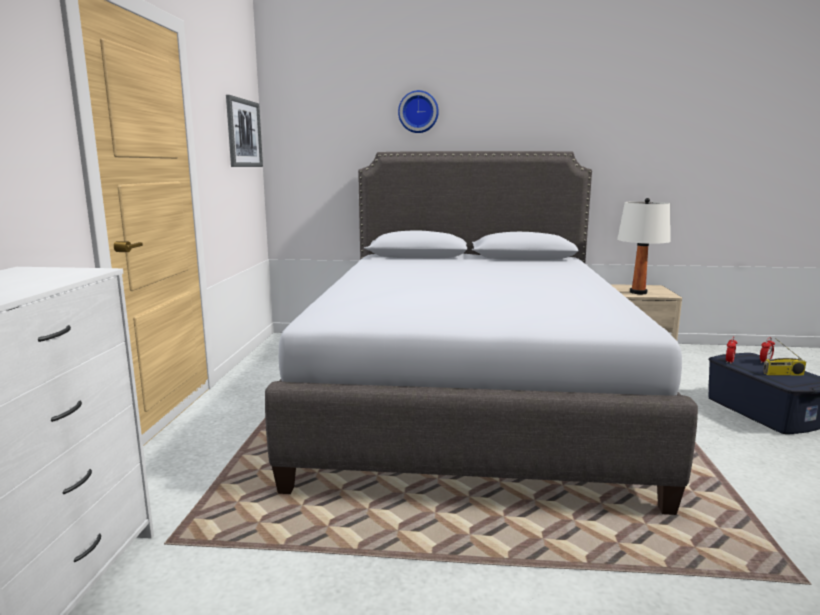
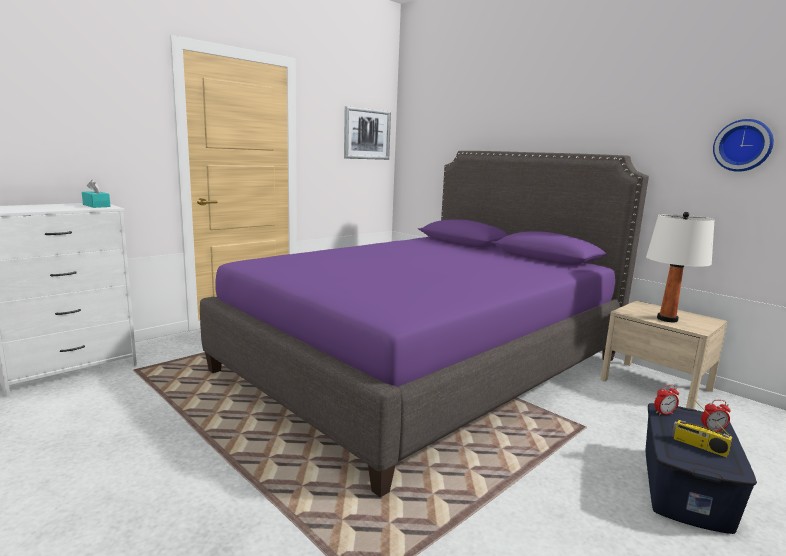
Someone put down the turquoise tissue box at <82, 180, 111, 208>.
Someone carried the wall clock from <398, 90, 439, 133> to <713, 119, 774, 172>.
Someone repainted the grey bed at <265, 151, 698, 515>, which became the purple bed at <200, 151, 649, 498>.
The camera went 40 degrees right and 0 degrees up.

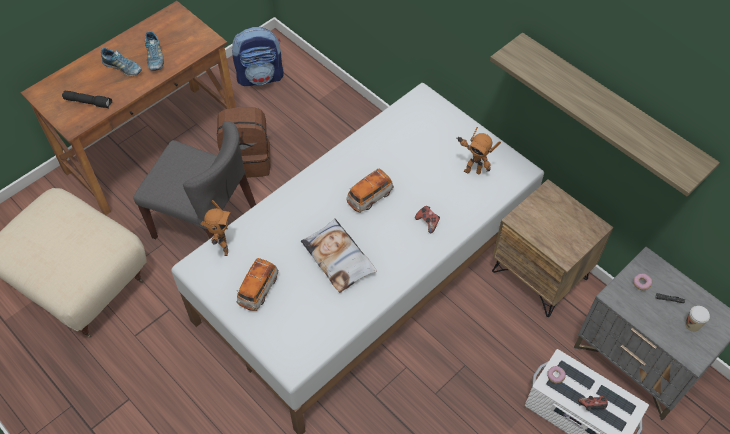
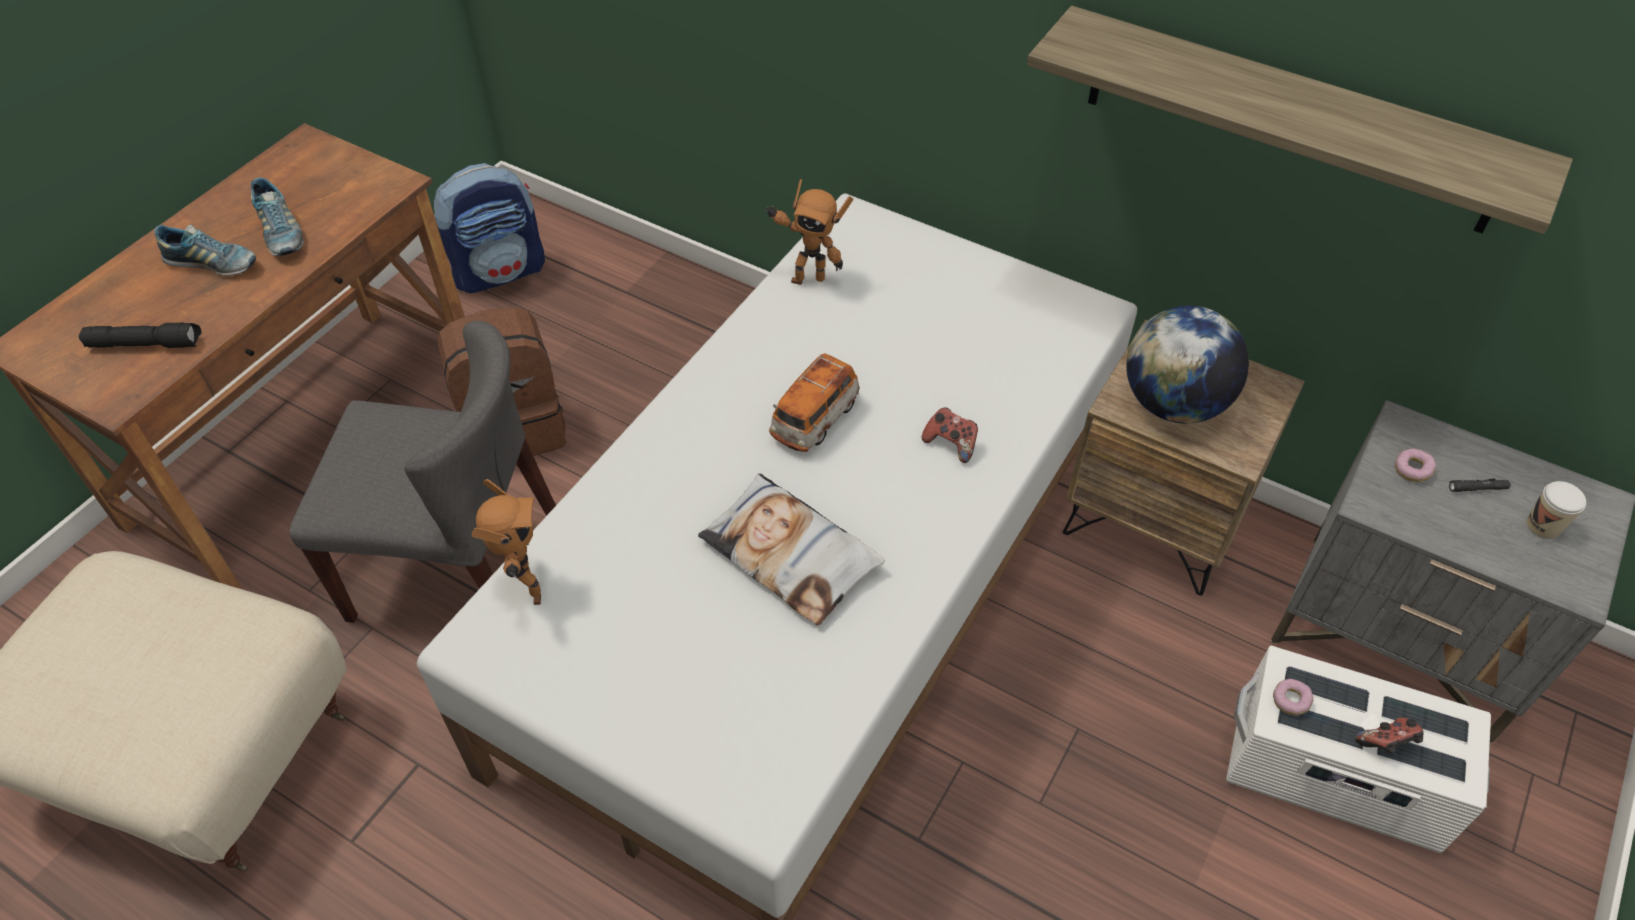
Someone took away the toy car at <237, 258, 278, 311>.
Someone put down the globe at <1126, 306, 1249, 423>.
Someone carried the toy robot from <457, 127, 501, 174> to <764, 179, 853, 285>.
The camera went 15 degrees left and 5 degrees down.

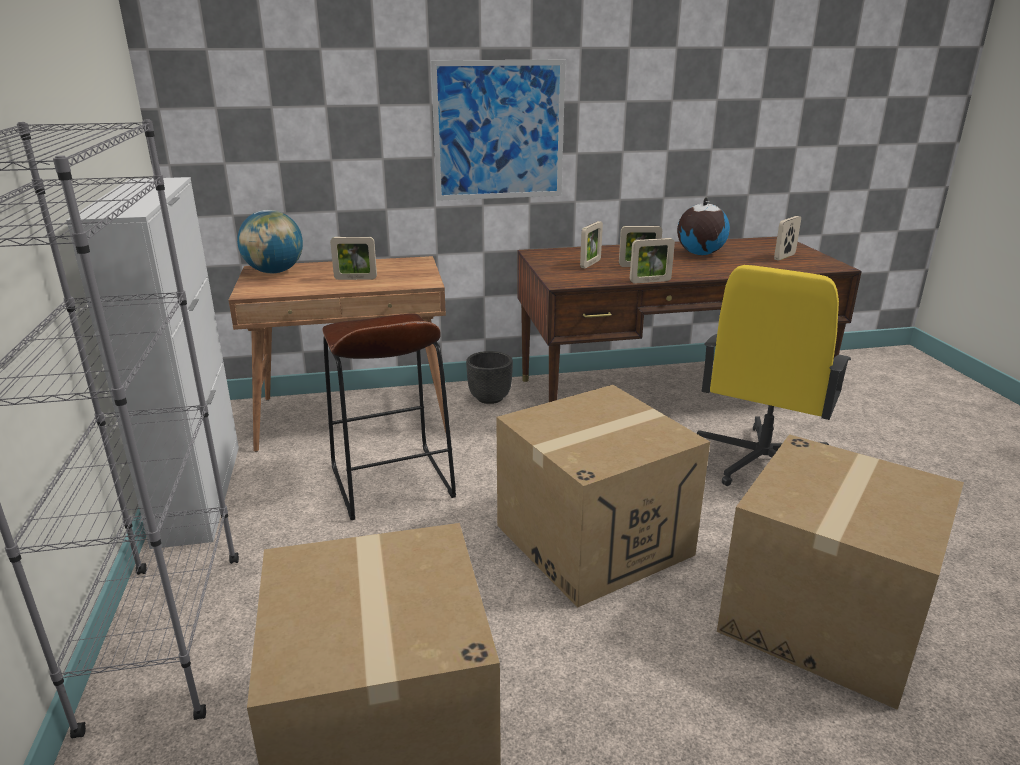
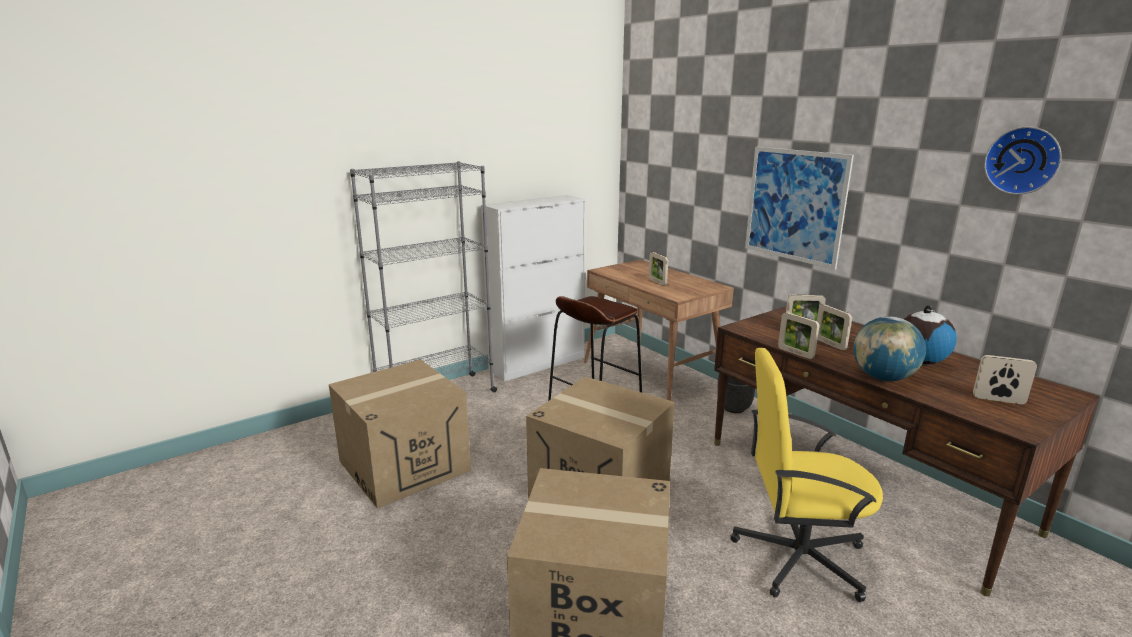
Someone put up the wall clock at <984, 127, 1062, 195>.
Someone carried the globe from <237, 210, 303, 273> to <853, 316, 926, 381>.
The camera went 65 degrees right and 5 degrees down.

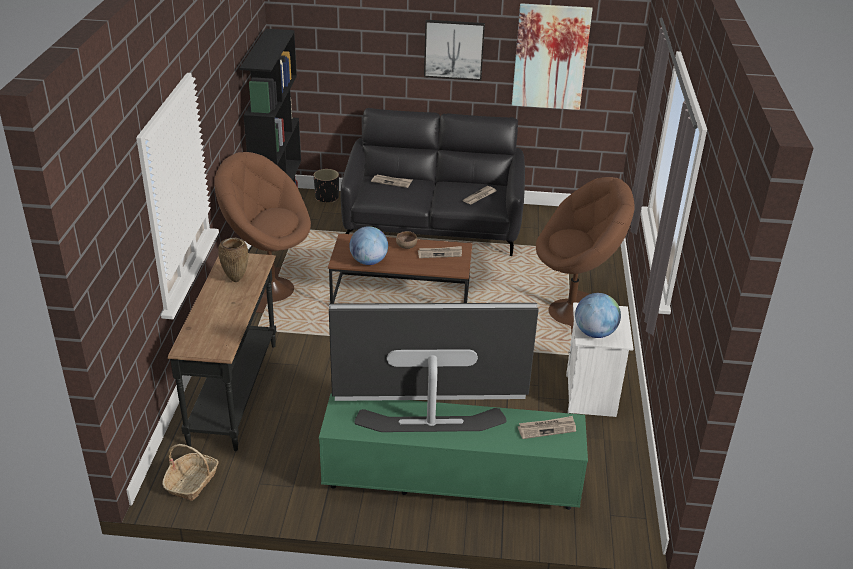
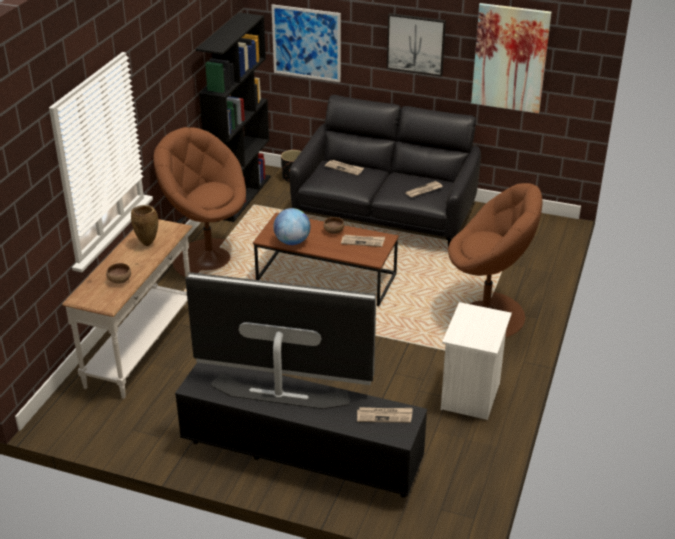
Someone took away the basket at <162, 444, 219, 501>.
Someone took away the globe at <575, 293, 621, 338>.
Someone put down the brown bowl at <106, 263, 131, 284>.
Someone put up the picture at <271, 4, 341, 82>.
Someone repainted the black console table at <168, 253, 276, 451>, which became the white console table at <62, 219, 193, 399>.
Someone repainted the green tv stand at <319, 394, 588, 510>, which became the black tv stand at <175, 363, 427, 498>.
The camera went 15 degrees right and 0 degrees up.

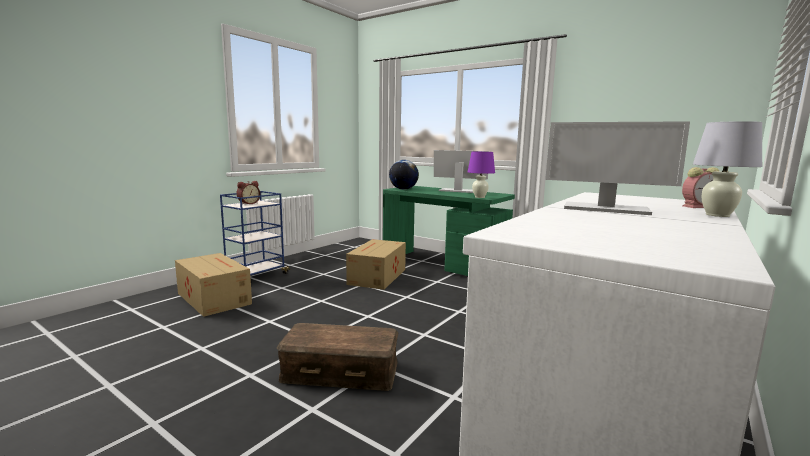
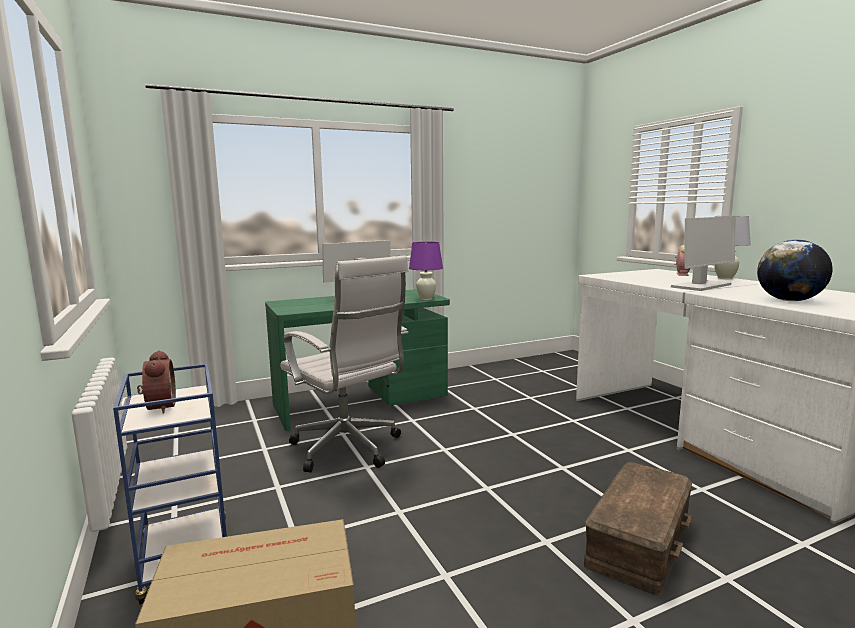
Someone carried the globe from <389, 160, 419, 190> to <757, 240, 833, 301>.
Someone swapped the cardboard box at <346, 239, 406, 290> for the white office chair at <280, 255, 408, 473>.
The camera went 60 degrees left and 0 degrees up.

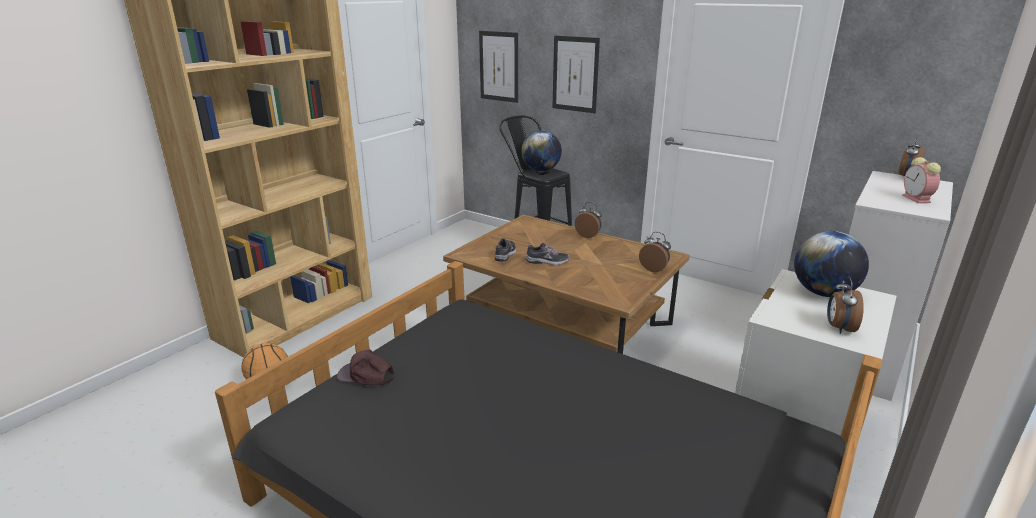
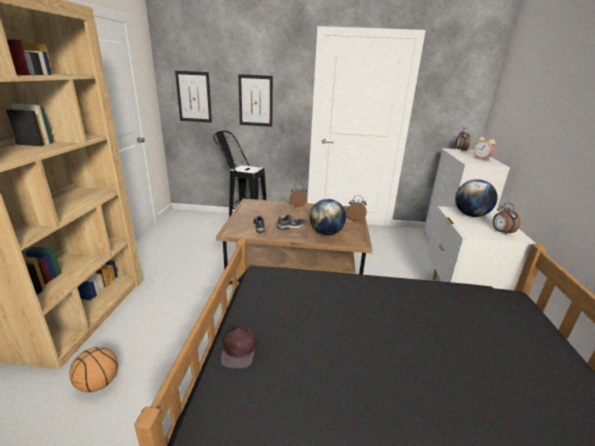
Someone carried the globe from <521, 130, 562, 172> to <310, 199, 346, 235>.
Someone rotated the brown cap at <337, 349, 394, 385> by 75 degrees counterclockwise.
The camera went 30 degrees left and 0 degrees up.

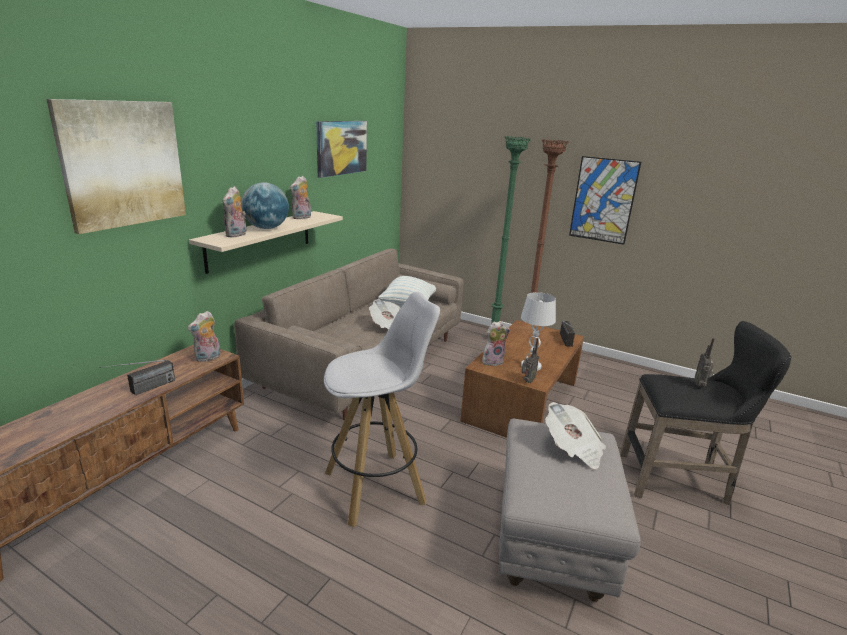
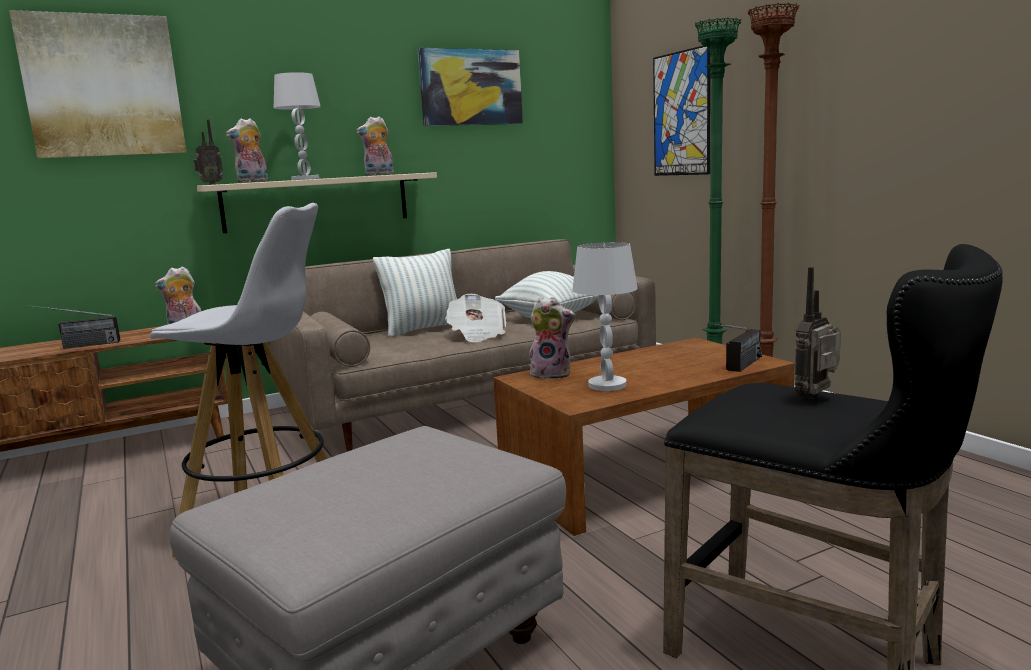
Someone took away the newspaper at <545, 402, 606, 469>.
Someone put down the pillow at <373, 249, 457, 338>.
Someone carried the radio from <522, 338, 539, 383> to <193, 120, 223, 184>.
Someone carried the picture from <569, 156, 641, 245> to <653, 45, 711, 176>.
Someone swapped the globe at <241, 182, 289, 229> for the white table lamp at <274, 72, 321, 180>.
The camera went 35 degrees right and 10 degrees down.

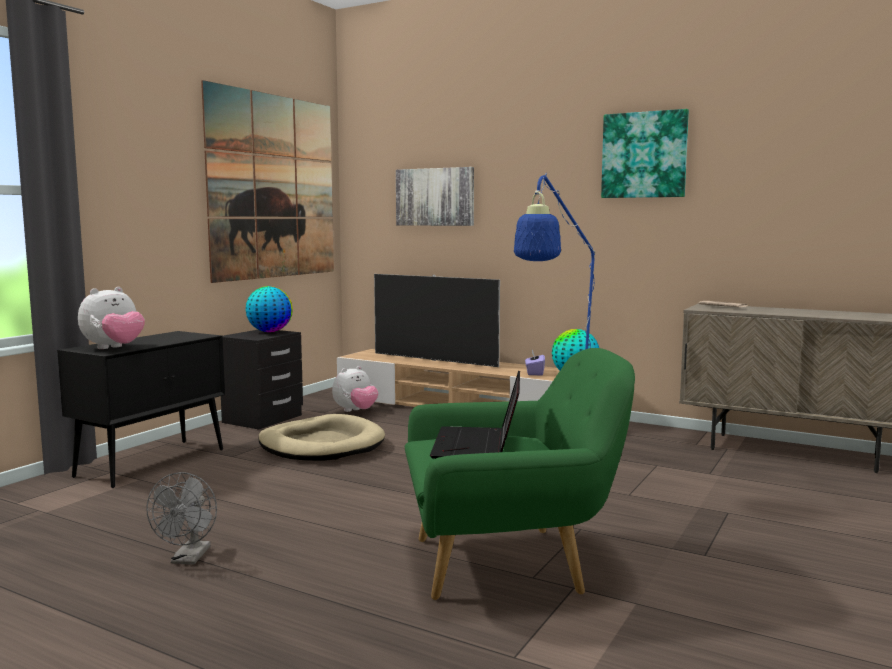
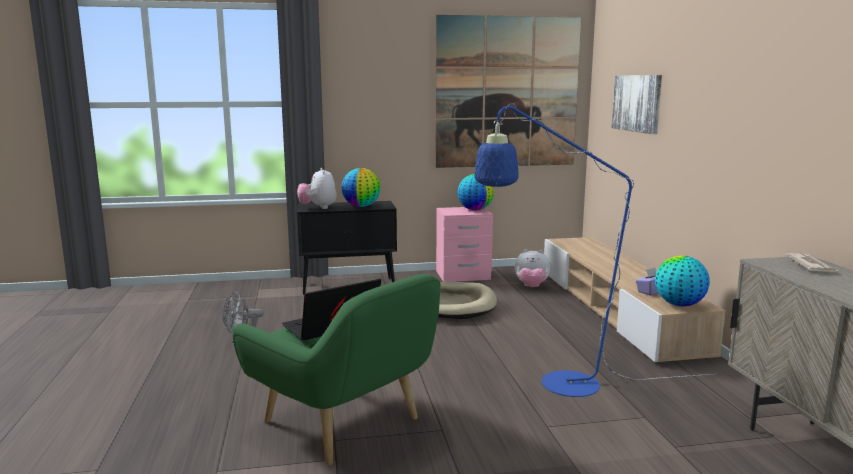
Someone took away the television at <374, 274, 500, 367>.
Someone took away the picture at <601, 109, 689, 198>.
Someone put down the globe at <341, 168, 381, 207>.
Someone repainted the black nightstand at <221, 330, 303, 429>, which became the pink nightstand at <436, 207, 493, 282>.
Someone rotated the plush toy at <78, 287, 145, 349> by 75 degrees clockwise.
The camera went 50 degrees right and 5 degrees up.

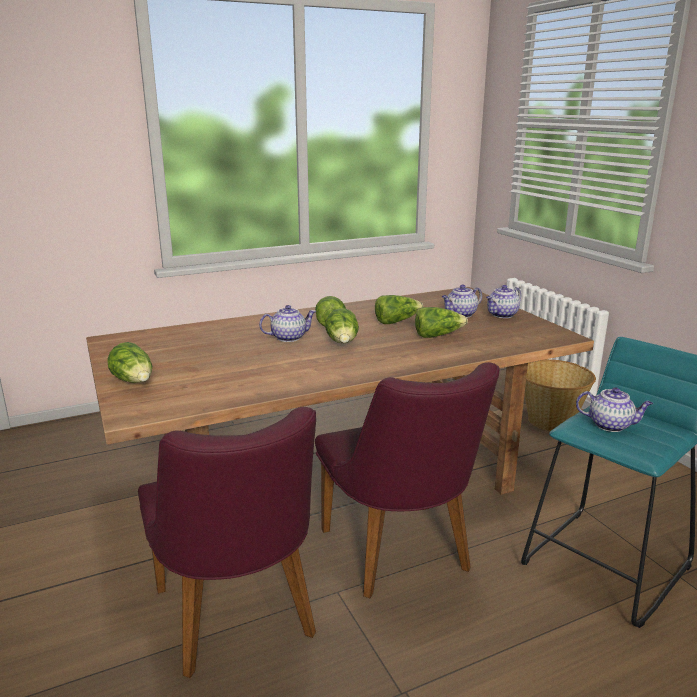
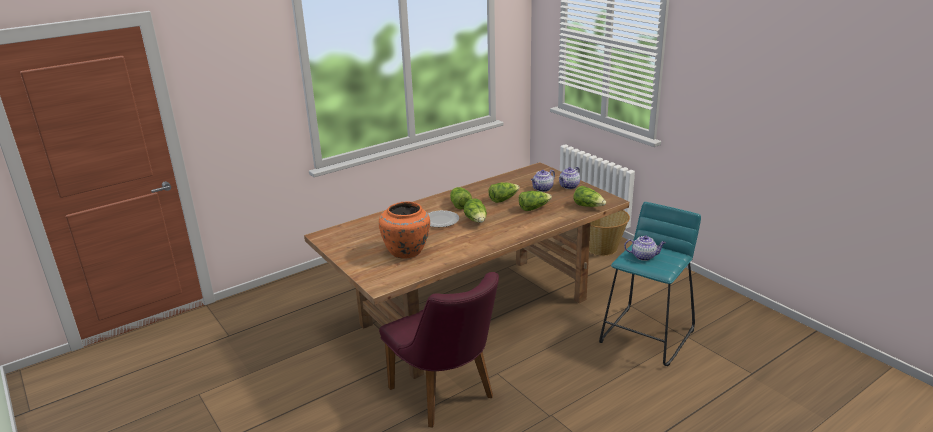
Someone took away the purple chair at <315, 362, 499, 598>.
Someone put down the orange vase at <379, 201, 430, 258>.
Someone carried the lettuce from <107, 342, 152, 383> to <573, 186, 606, 207>.
Someone swapped the teapot at <259, 305, 316, 342> for the plate at <428, 210, 459, 227>.
The camera went 10 degrees left and 5 degrees up.

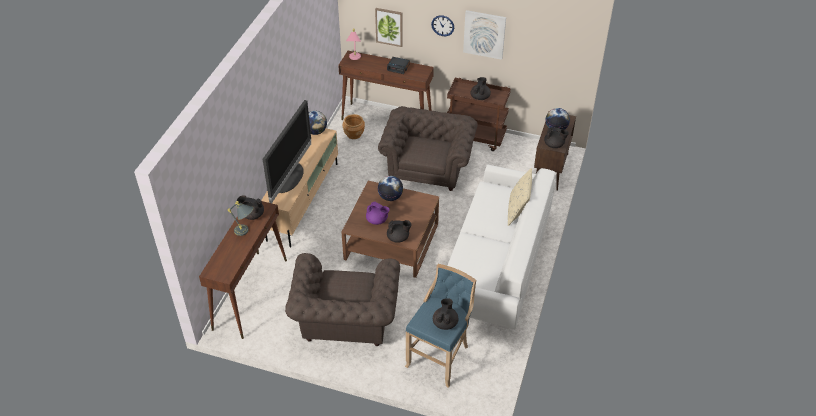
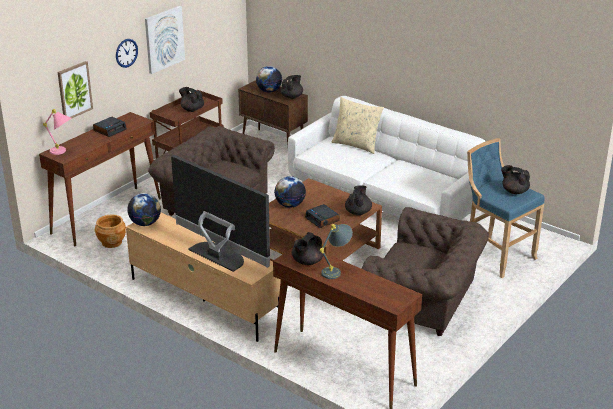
Someone swapped the purple teapot at <366, 202, 390, 225> for the alarm clock at <305, 204, 340, 228>.
The camera went 70 degrees left and 15 degrees down.

